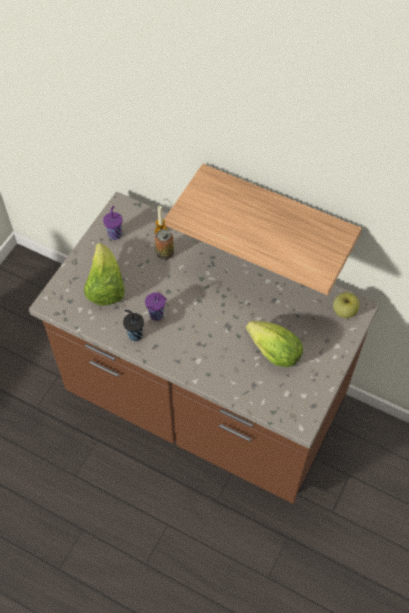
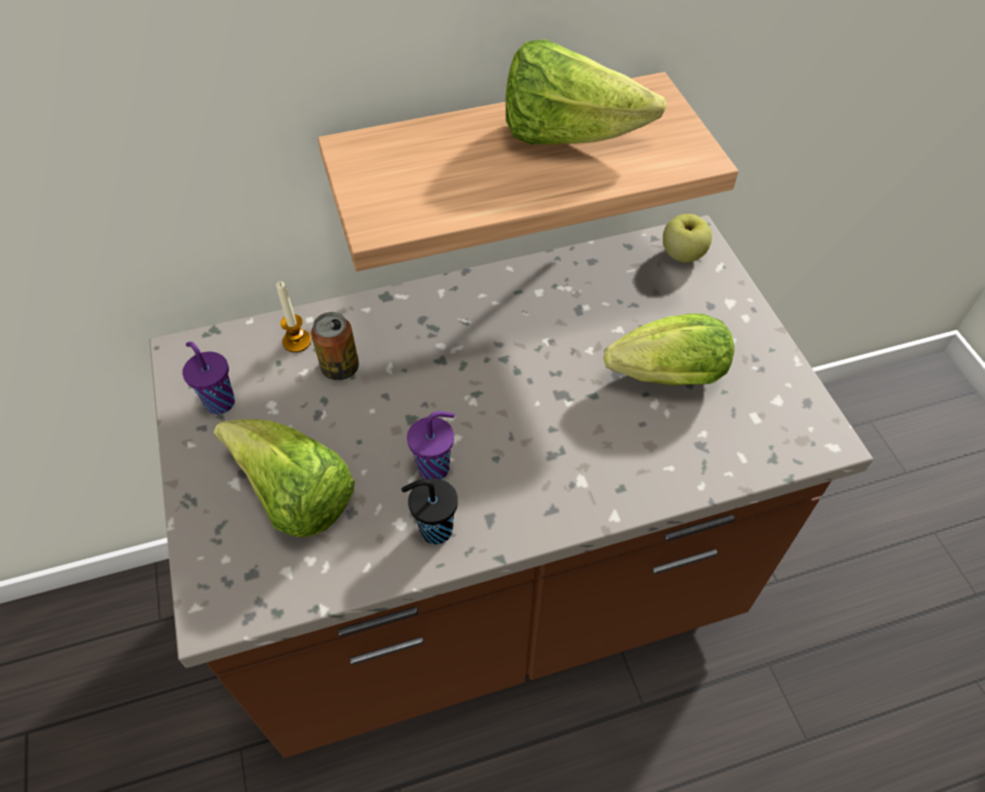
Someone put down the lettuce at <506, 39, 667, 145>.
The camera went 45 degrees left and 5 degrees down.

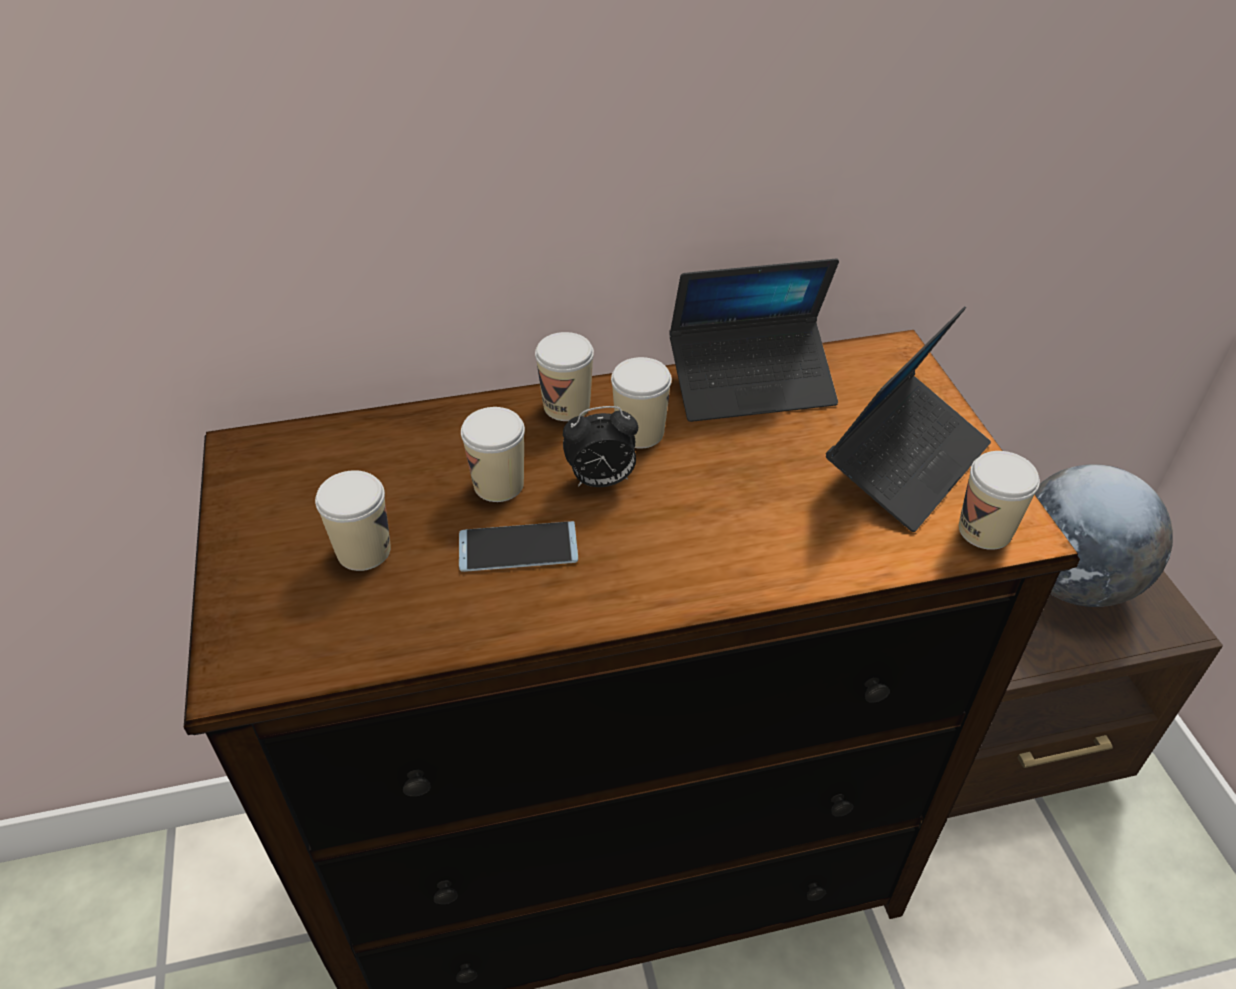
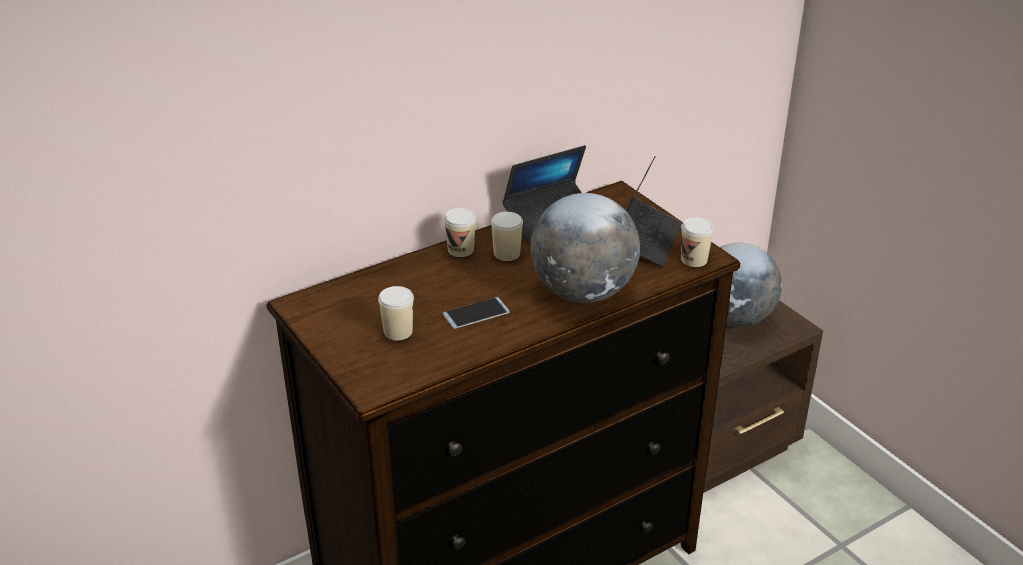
Someone took away the cup at <461, 407, 525, 502>.
Someone took away the alarm clock at <563, 406, 638, 487>.
Someone put down the globe at <530, 193, 640, 302>.
The camera went 20 degrees left and 10 degrees down.

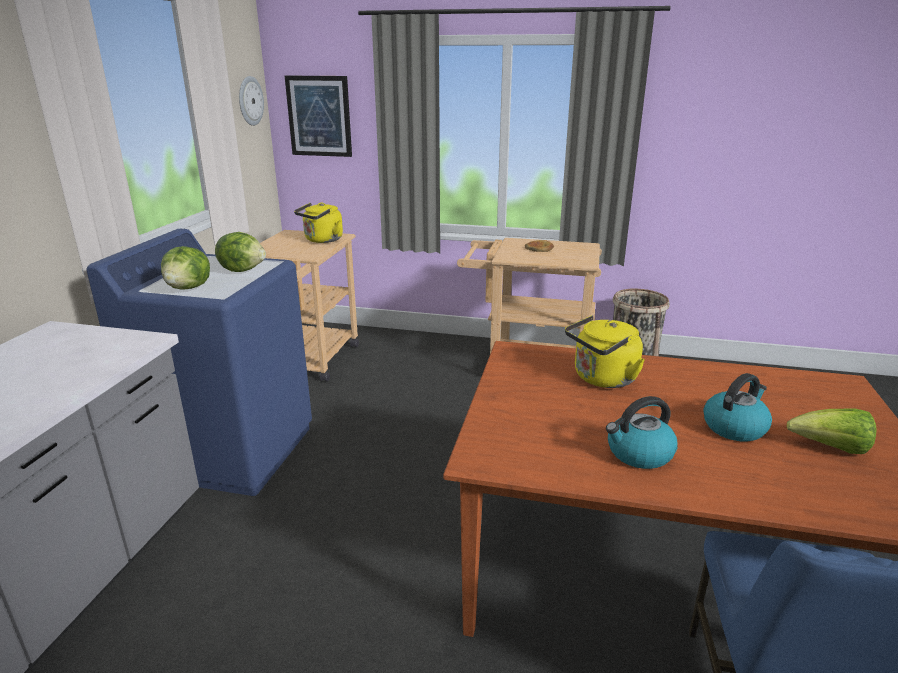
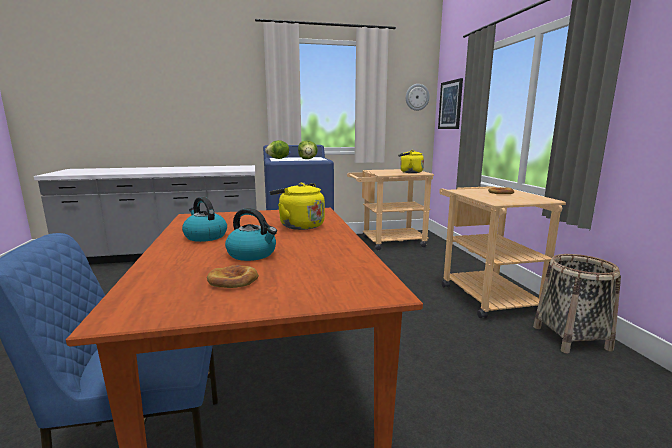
Someone swapped the lettuce at <787, 408, 877, 454> for the bread at <207, 265, 259, 288>.
The camera went 65 degrees right and 10 degrees down.

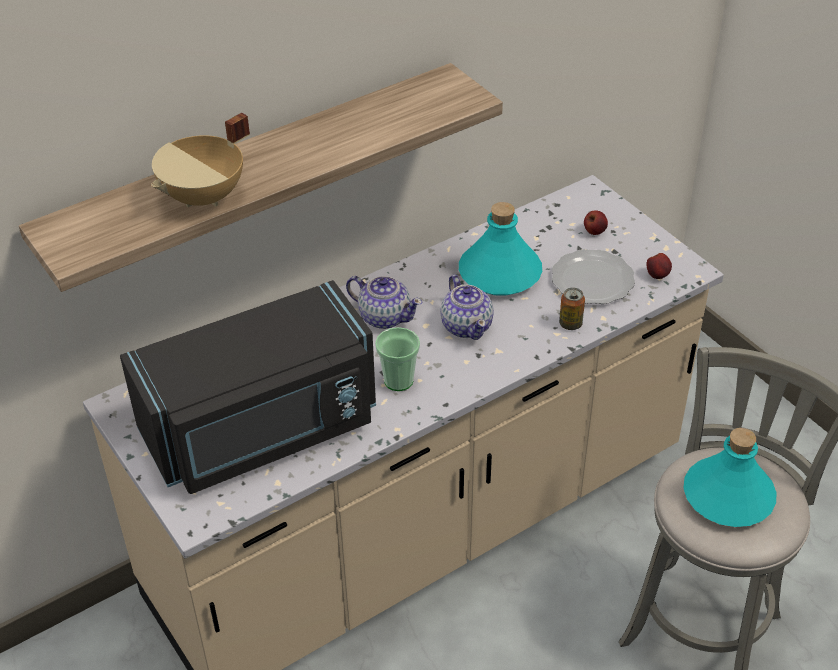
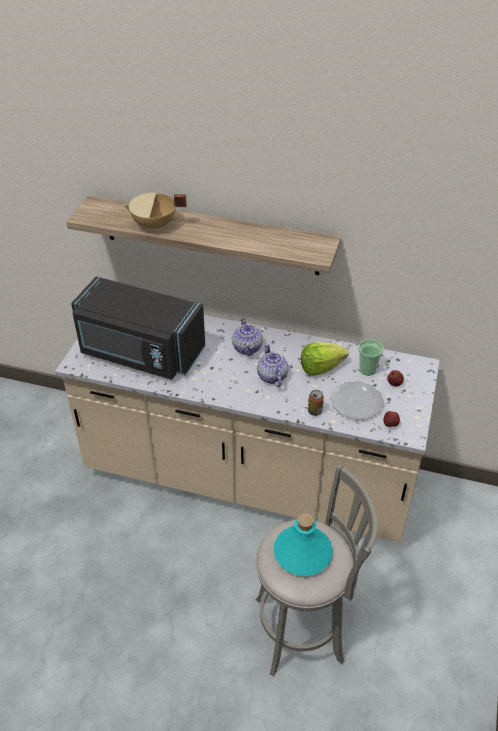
Someone carried the cup from <375, 327, 420, 391> to <358, 340, 384, 376>.
Someone swapped the turquoise bottle at <459, 202, 542, 296> for the lettuce at <301, 342, 349, 375>.
Someone rotated the teapot at <440, 275, 494, 340> by 135 degrees clockwise.
The camera went 50 degrees right and 0 degrees up.

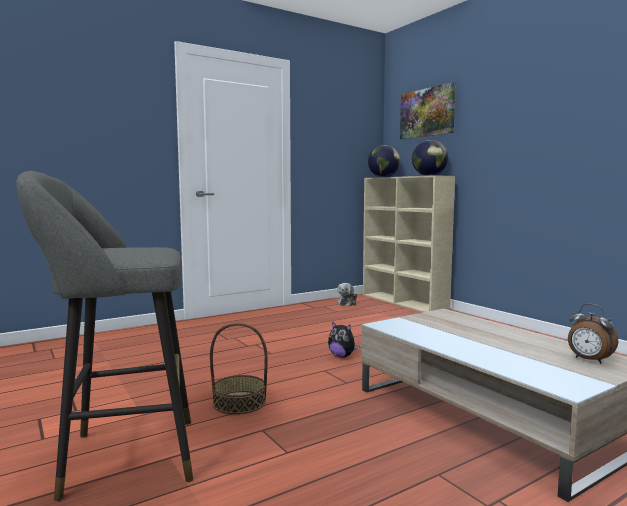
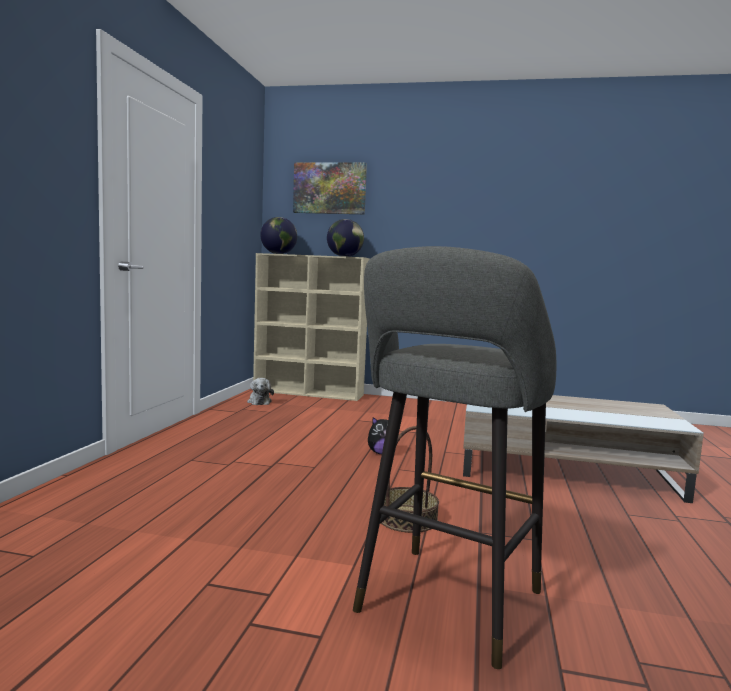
Someone took away the alarm clock at <568, 304, 618, 364>.
The camera went 45 degrees left and 0 degrees up.

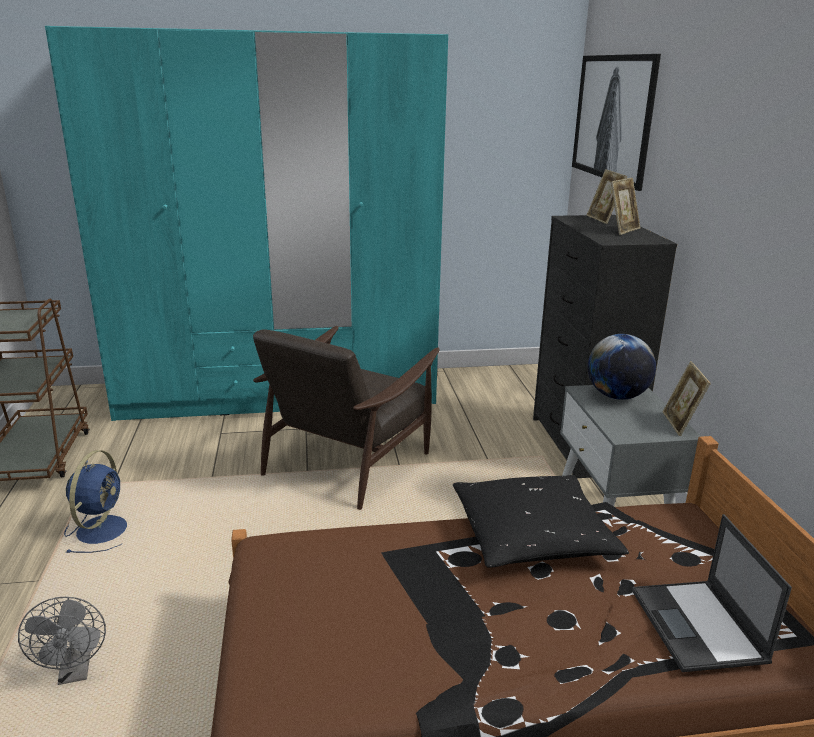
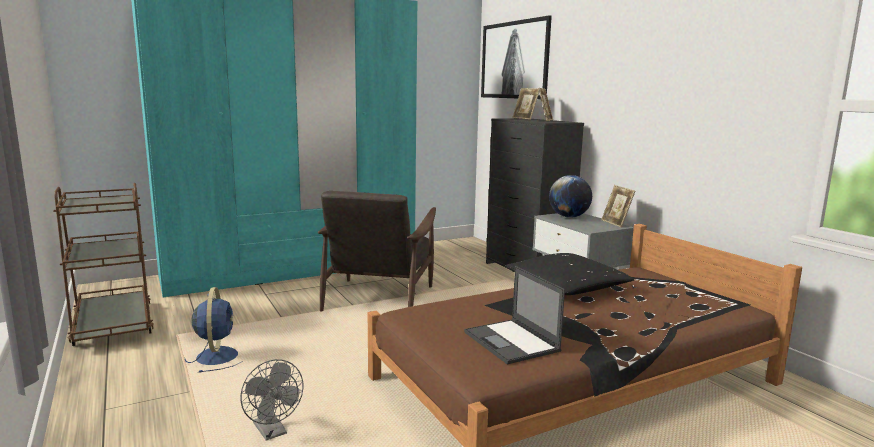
Someone carried the laptop from <632, 514, 792, 672> to <464, 266, 565, 364>.
The camera went 20 degrees left and 10 degrees down.

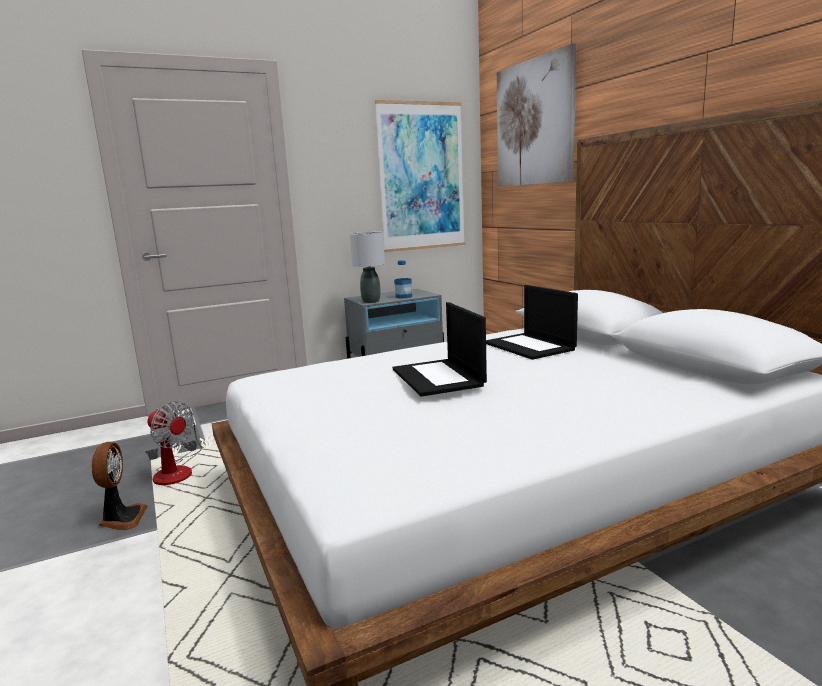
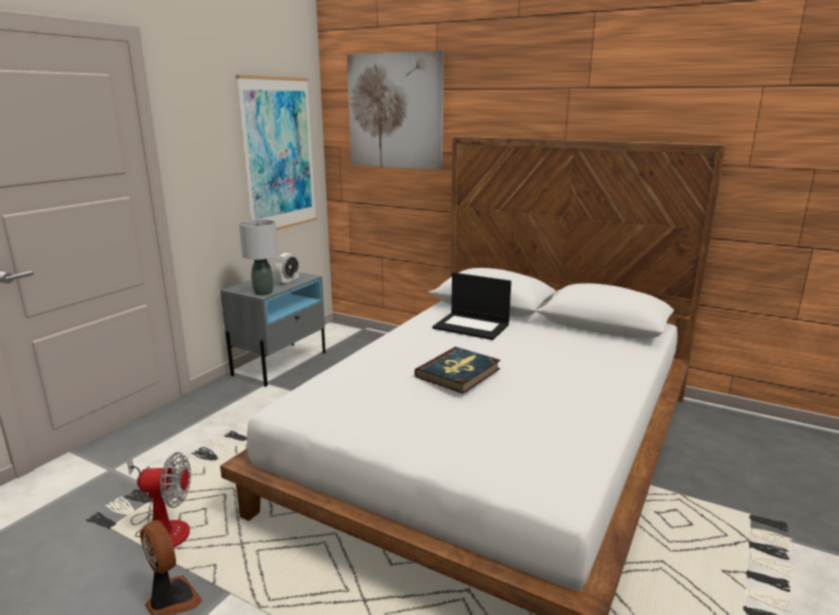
Someone swapped the laptop at <393, 302, 487, 397> for the book at <414, 347, 501, 394>.
Someone swapped the bottle at <394, 260, 412, 299> for the alarm clock at <274, 253, 299, 285>.
The camera went 35 degrees left and 5 degrees up.

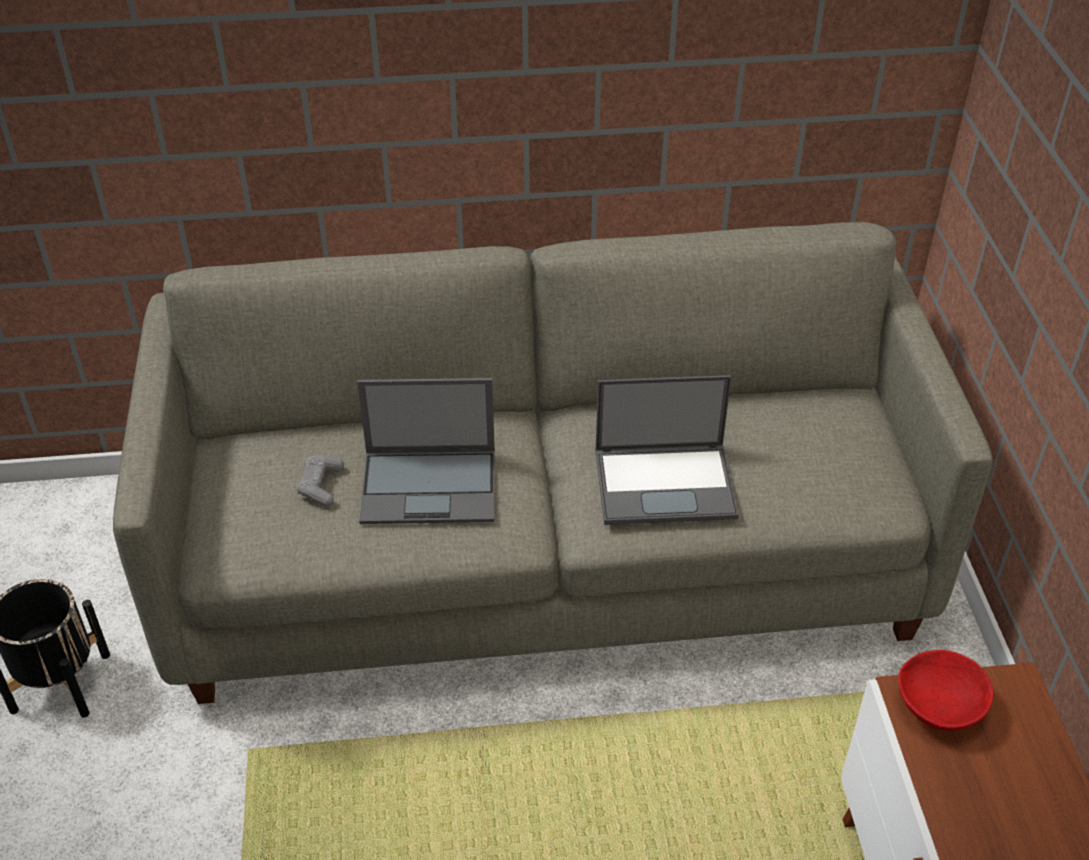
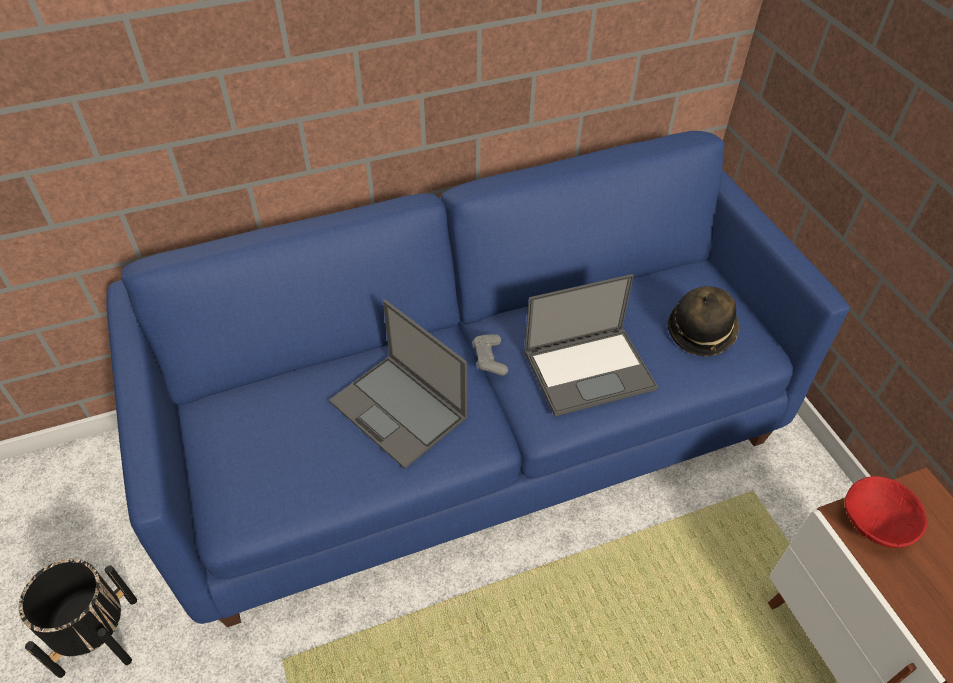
Someone put down the hat at <668, 286, 739, 356>.
Someone carried the grey game controller from <297, 455, 344, 507> to <472, 334, 508, 376>.
Someone repainted the grey sofa at <113, 222, 992, 704>, which became the blue sofa at <106, 131, 850, 627>.
Someone rotated the laptop at <357, 378, 495, 524> by 60 degrees clockwise.
The camera went 15 degrees left and 5 degrees up.

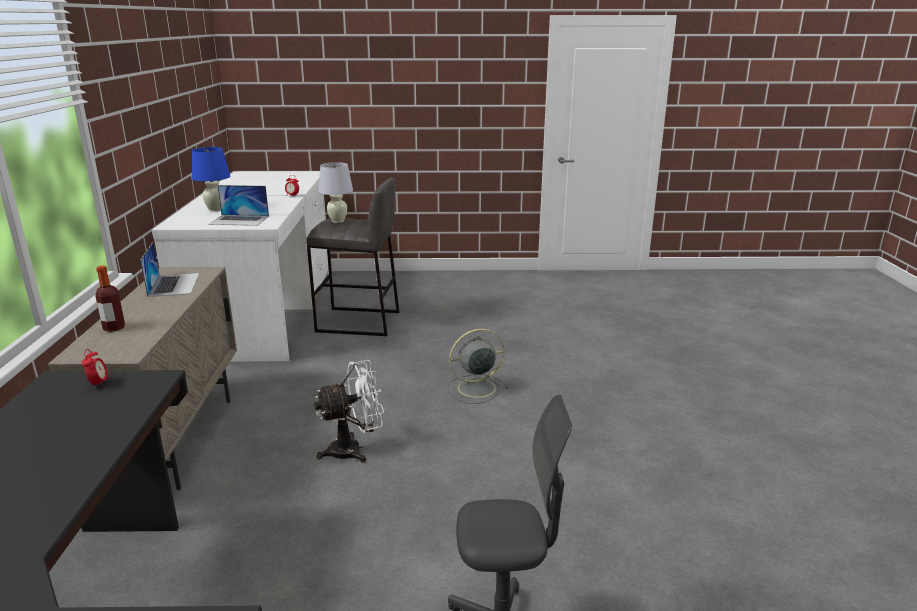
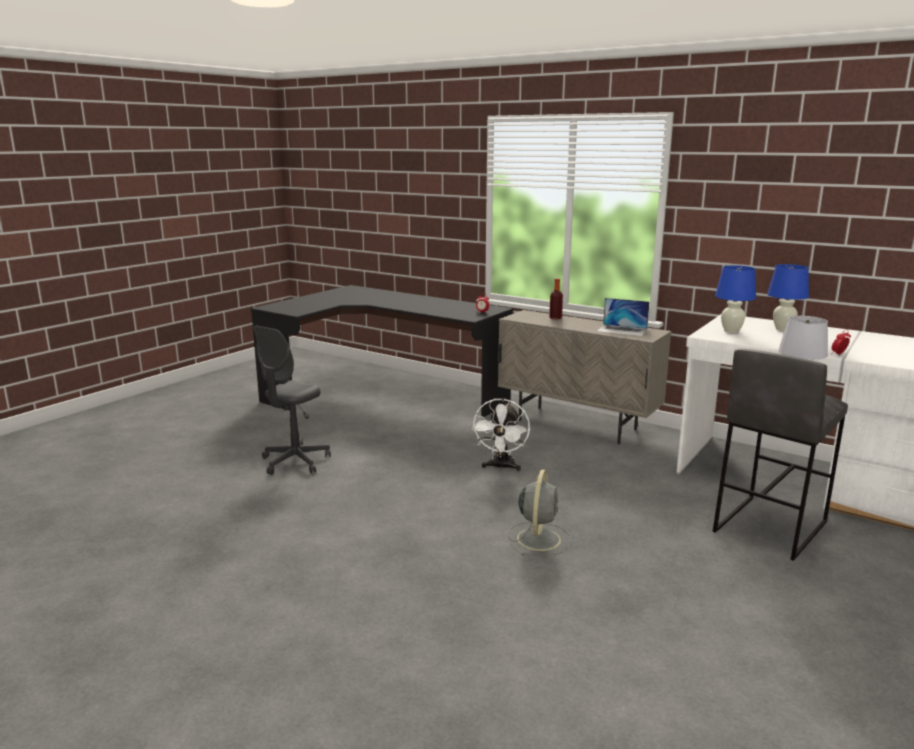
Someone swapped the laptop at <208, 185, 269, 226> for the blue table lamp at <715, 265, 756, 333>.
The camera went 125 degrees right and 5 degrees down.

